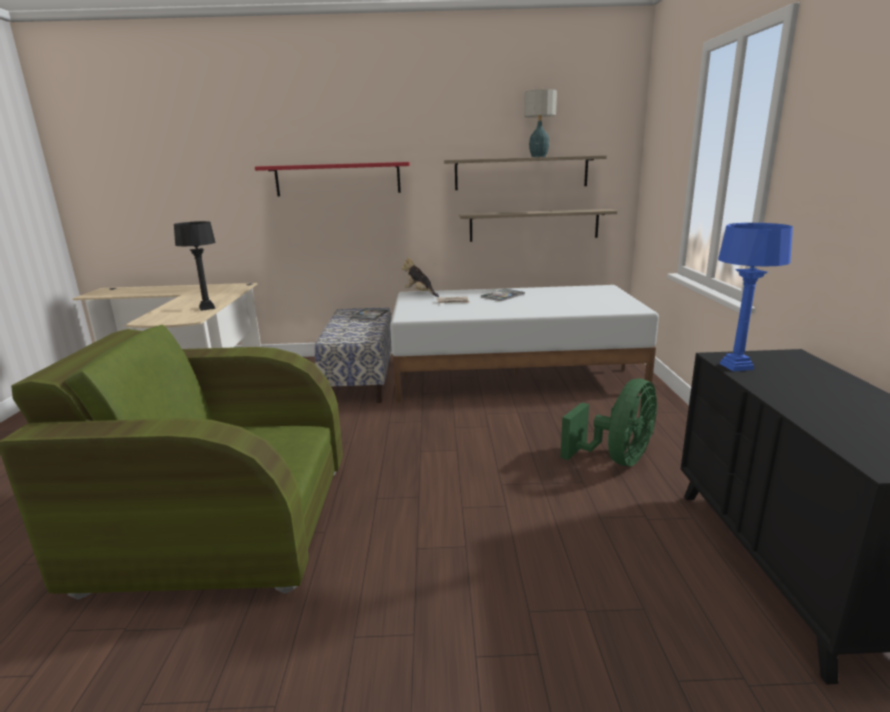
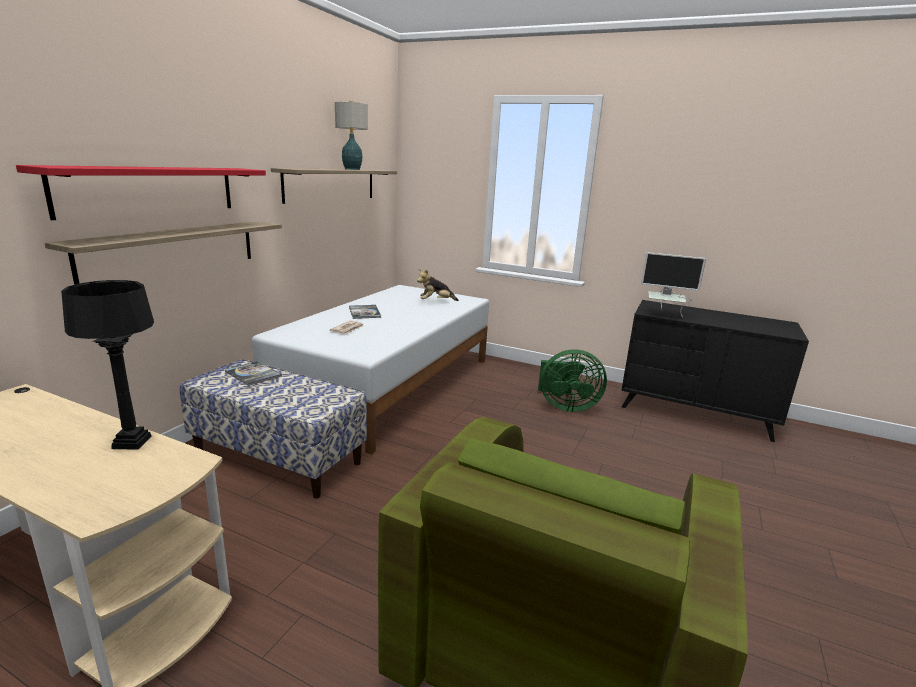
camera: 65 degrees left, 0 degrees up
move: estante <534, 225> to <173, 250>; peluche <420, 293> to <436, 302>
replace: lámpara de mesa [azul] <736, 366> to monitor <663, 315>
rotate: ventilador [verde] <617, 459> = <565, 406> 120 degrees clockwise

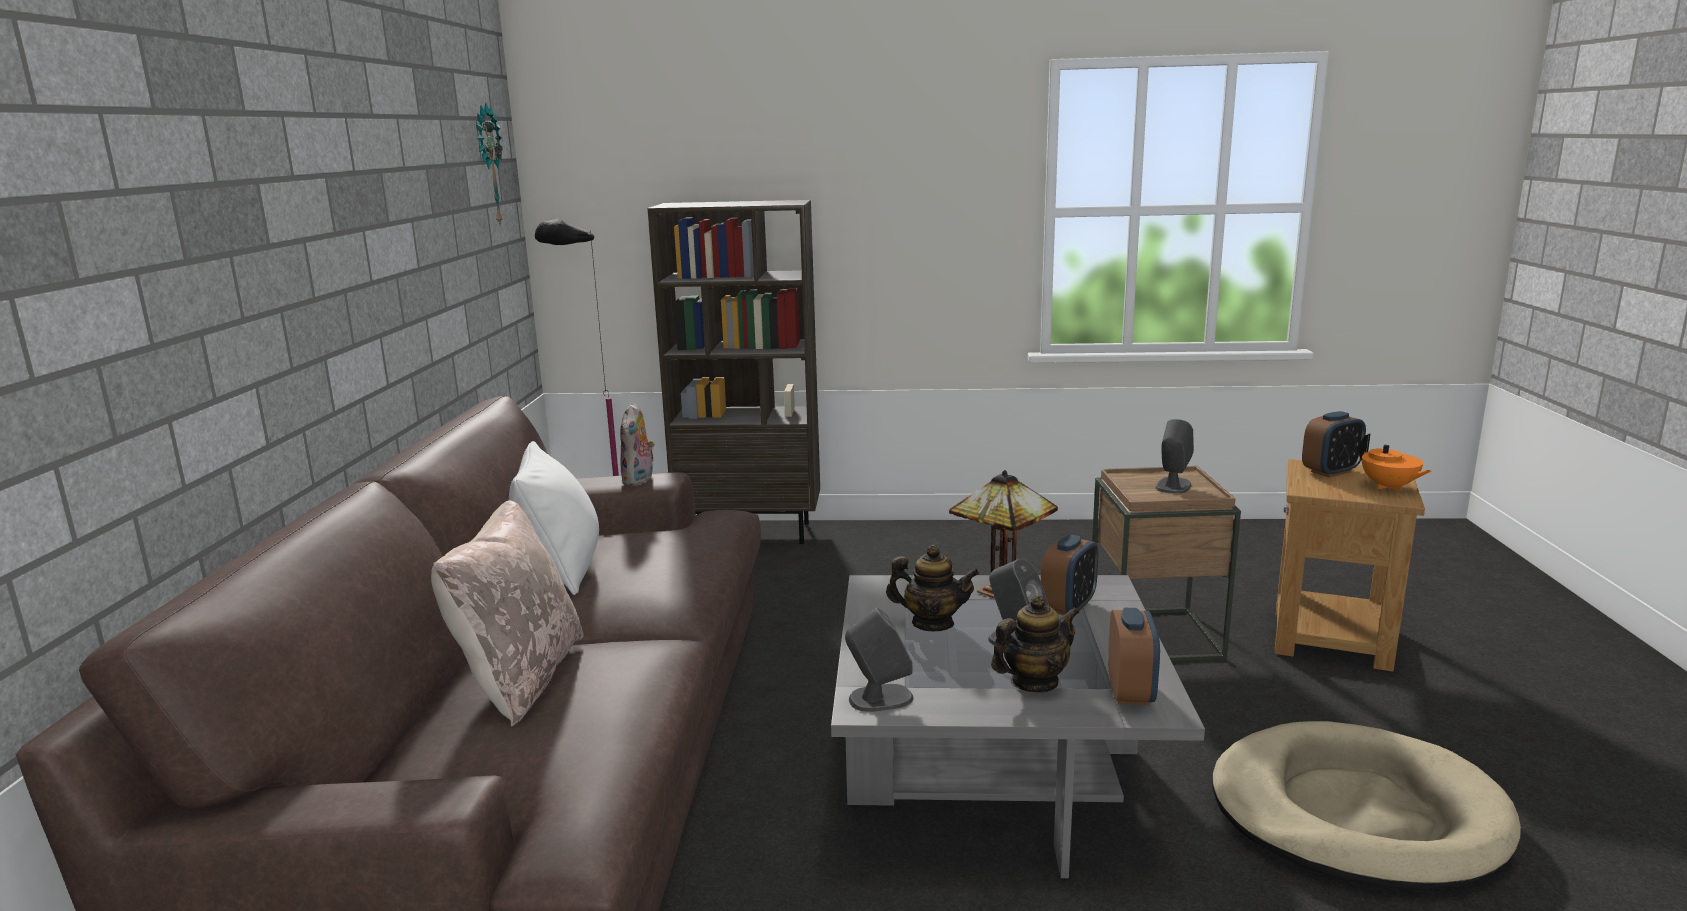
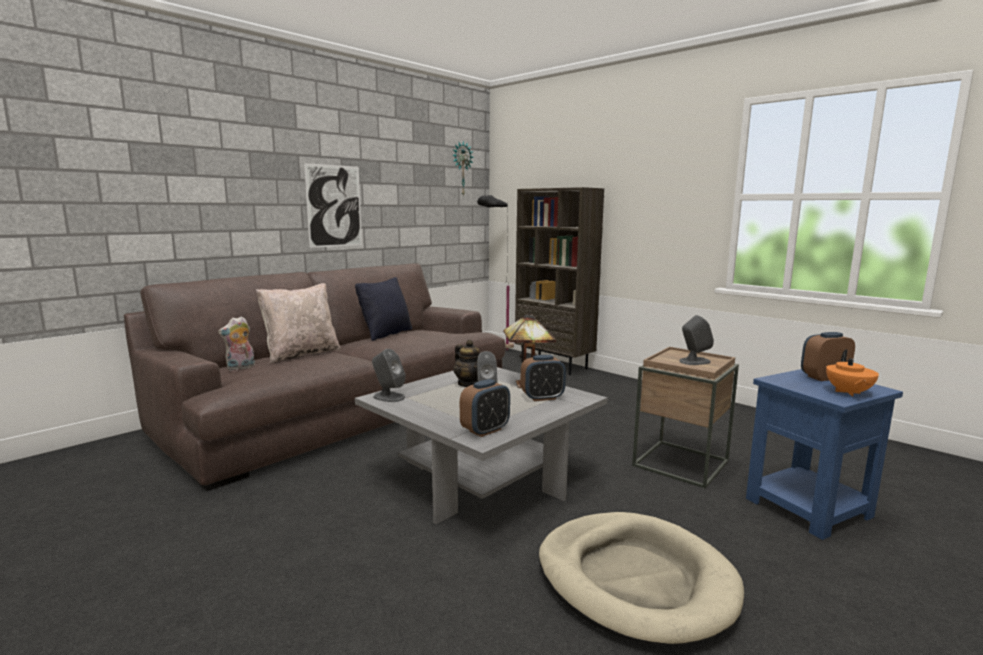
camera: 40 degrees right, 5 degrees down
delete: tetera <1034, 682>
insert: cuadro <334, 206>
move: peluche <639, 480> to <240, 368>
recolor: cojín [blanco] <562, 570> to cojín [negro] <386, 334>; mesa auxiliar [marrón] <1331, 639> to mesa auxiliar [azul] <807, 508>
rotate: despertador <1330, 472> = <824, 377> 150 degrees clockwise

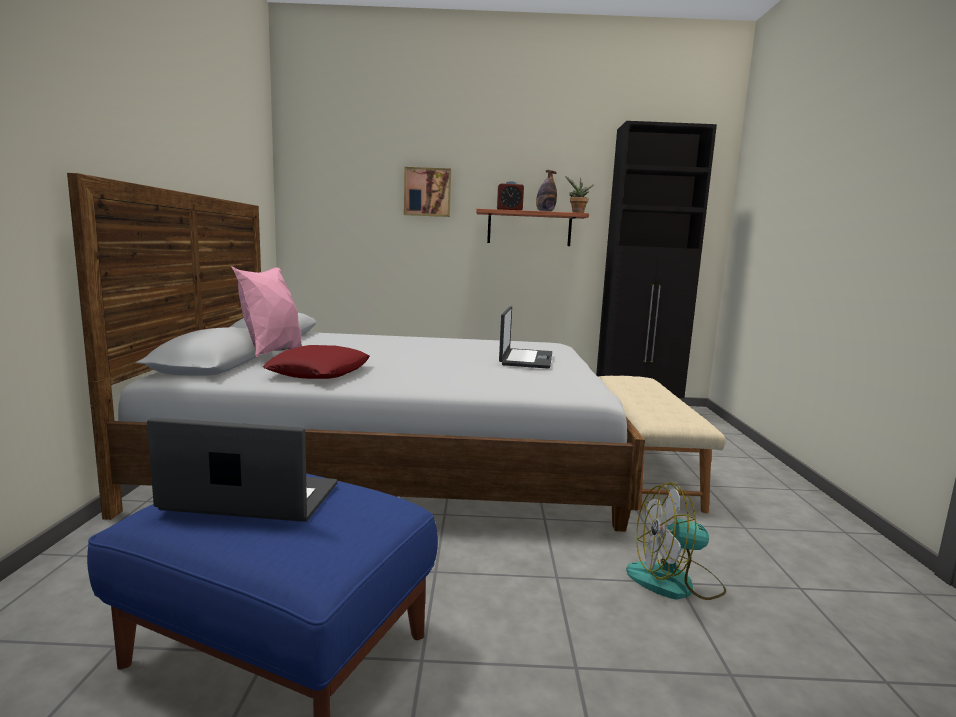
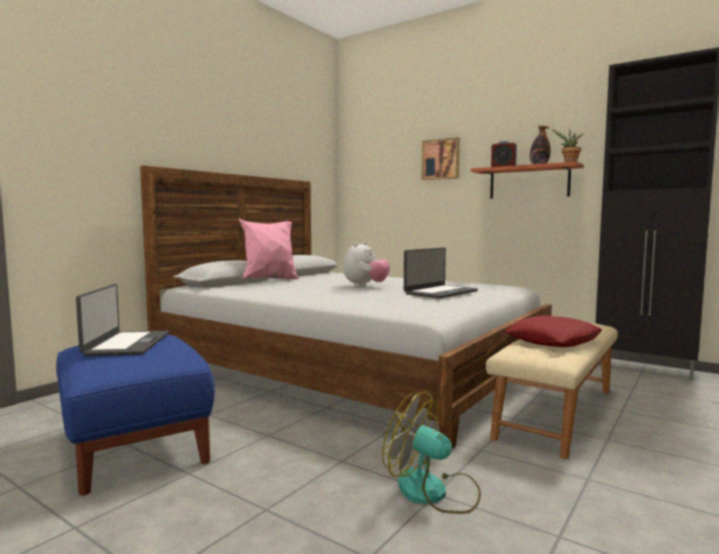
camera: 35 degrees right, 5 degrees down
insert: peluche <365, 286>
move: cojín [rojo] <319, 372> to <553, 340>
rotate: portátil <250, 499> = <126, 344> 45 degrees clockwise

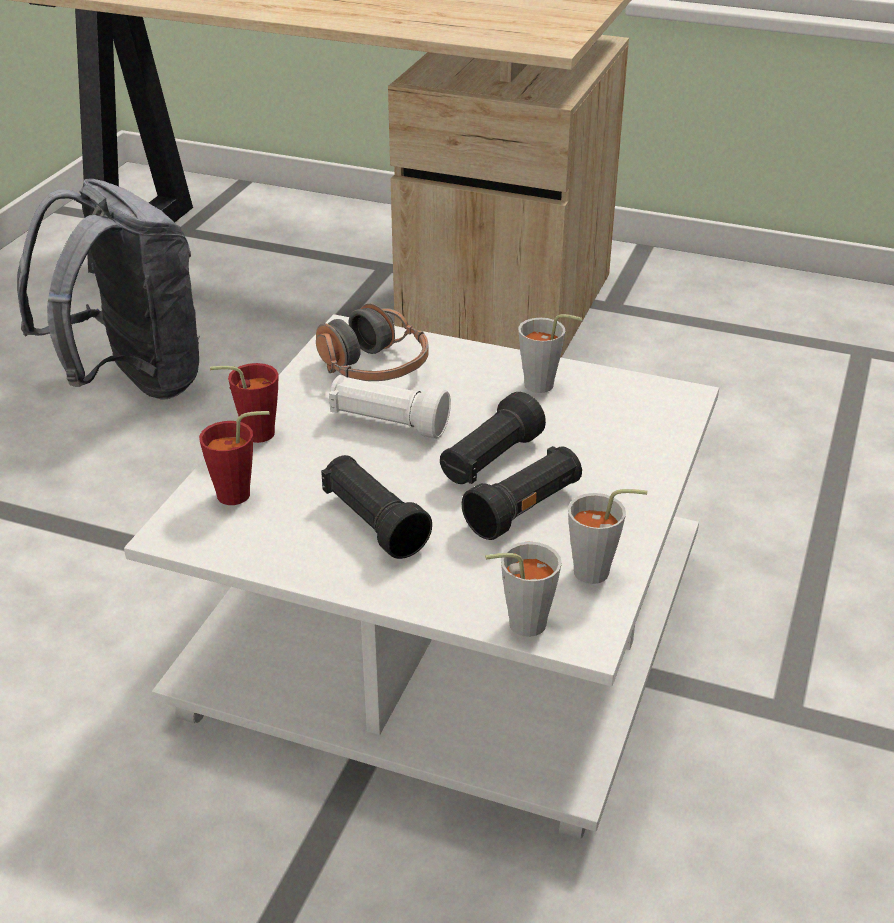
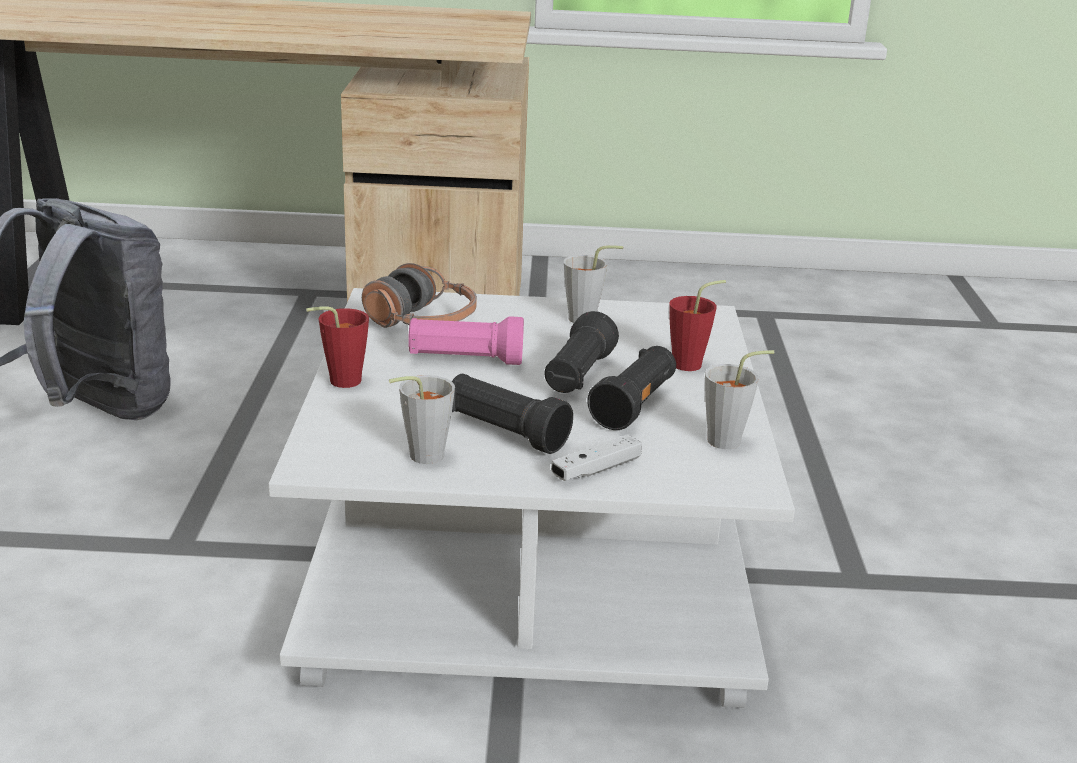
camera: 20 degrees left, 10 degrees down
insert: mando de consola [blanco] <596, 469>
move: taza [rojo] <241, 495> to <693, 364>; taza [gris] <518, 625> to <419, 457>
recolor: linterna [blanco] <388, 423> to linterna [rosa] <465, 360>

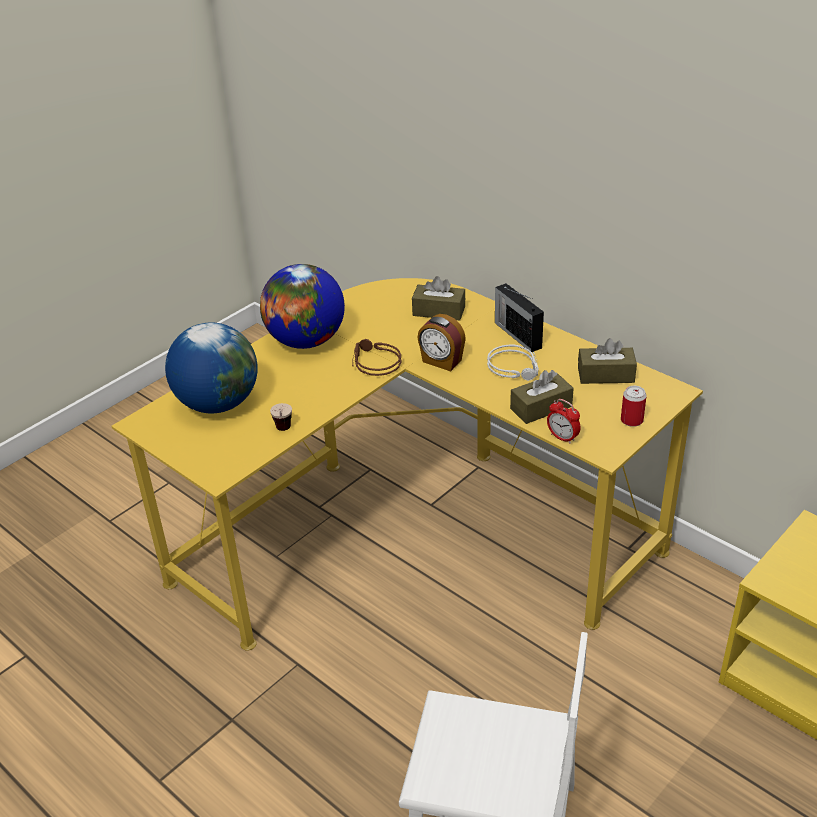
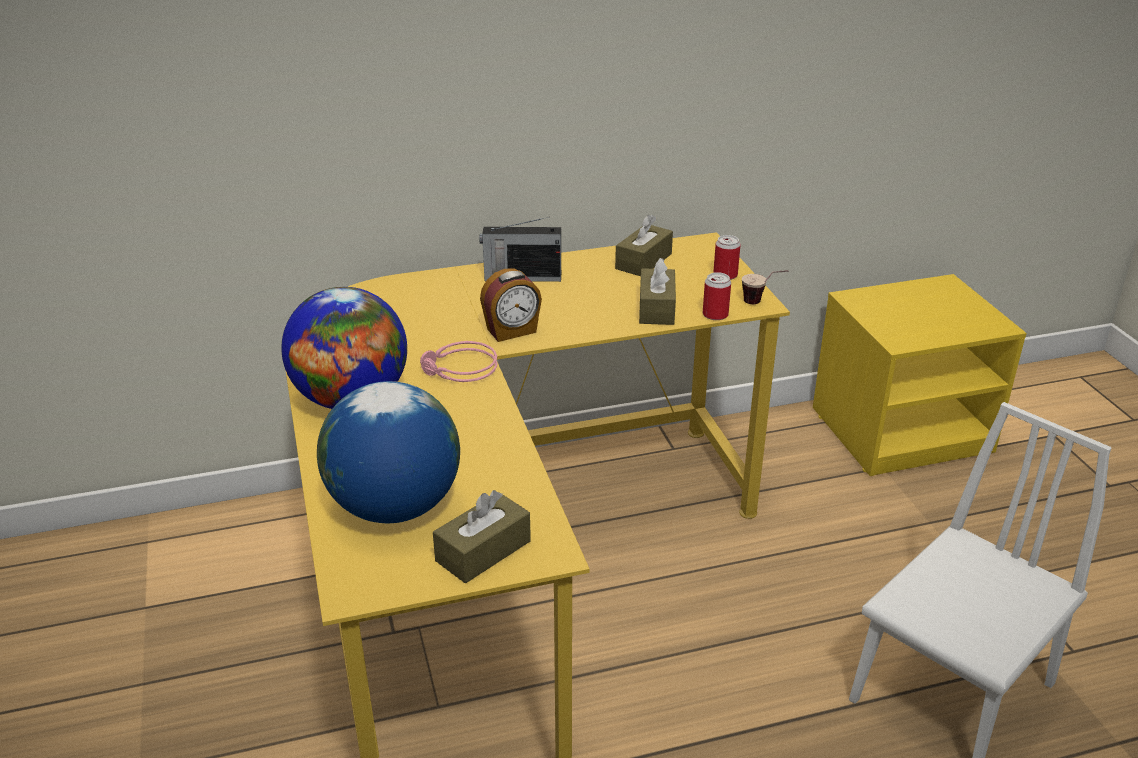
camera: 60 degrees left, 5 degrees down
delete: auriculares [gris] <515, 367>
move: caja de pañuelos [marrón] <439, 311> to <483, 551>; taza <283, 432> to <761, 303>
replace: despertador <562, 437> to lata <715, 315>
recolor: auriculares [marrón] <374, 363> to auriculares [rosa] <459, 370>

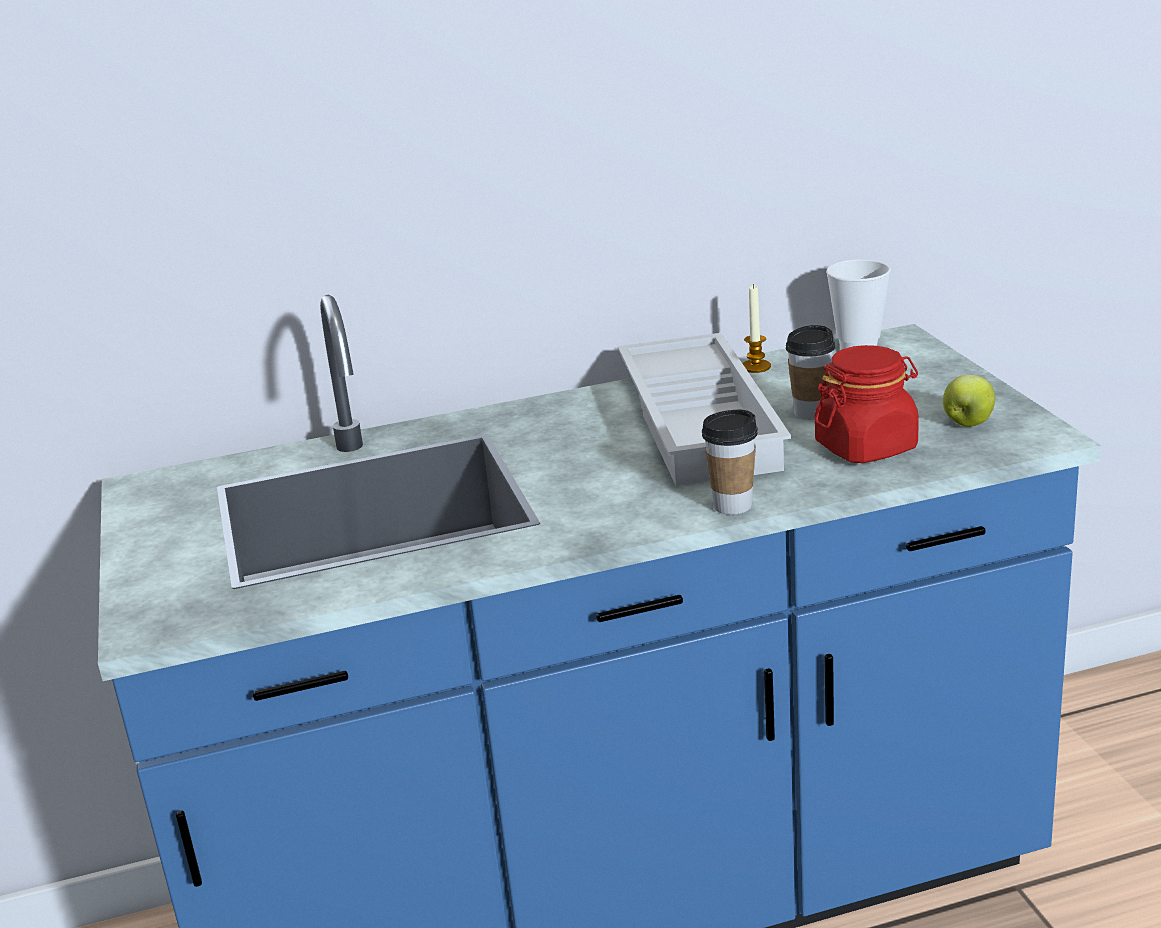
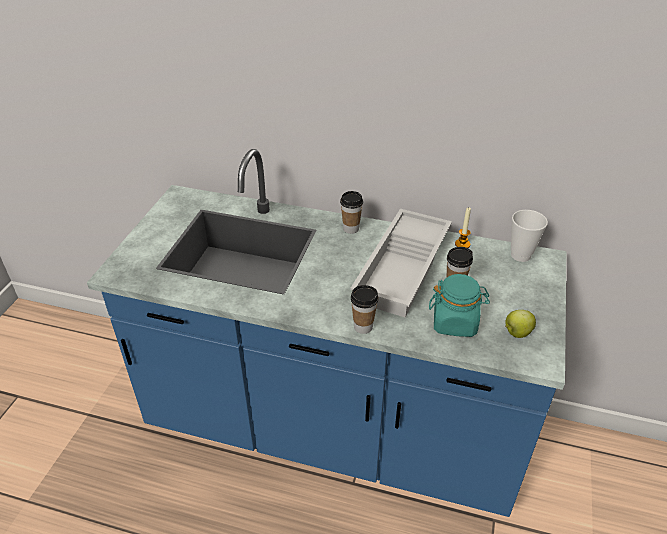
camera: 30 degrees right, 15 degrees up
insert: taza <351, 229>
recolor: tarro [rojo] <866, 447> to tarro [turquesa] <455, 322>

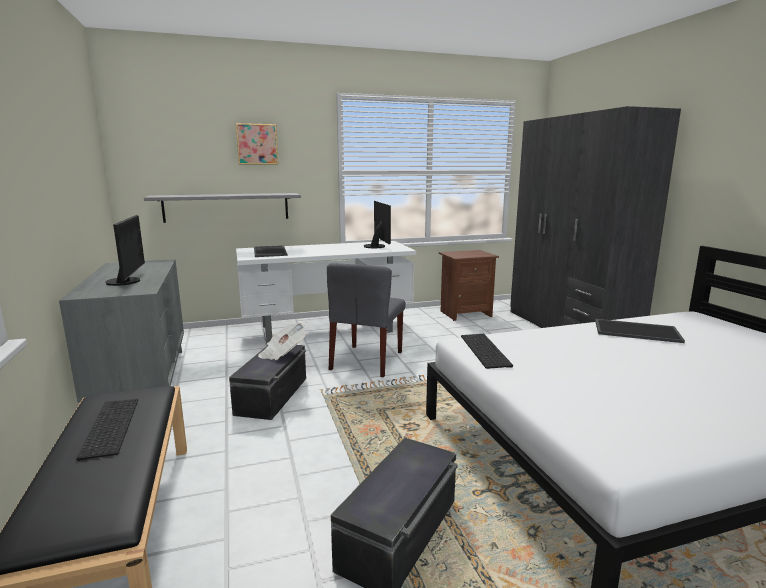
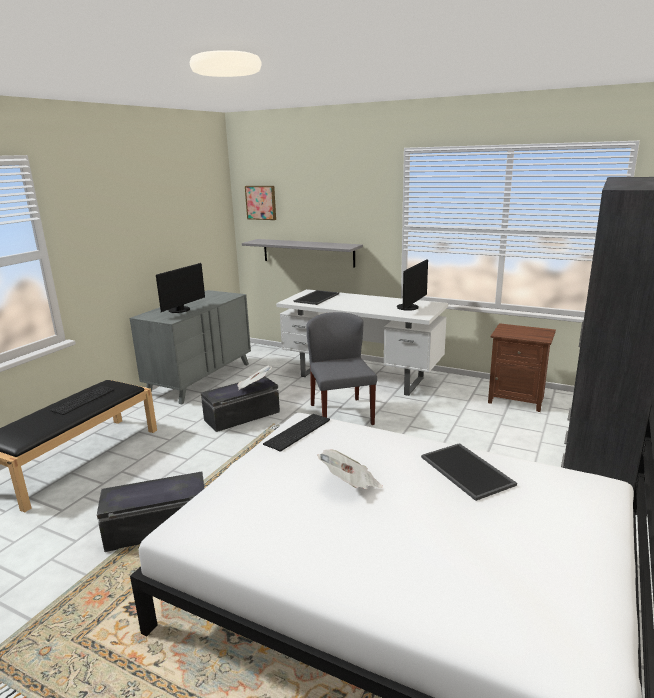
camera: 45 degrees right, 5 degrees up
insert: periódico <350, 484>
move: cuadro <257, 144> to <261, 202>
rotate: silla [gris] <367, 361> = <341, 414> 105 degrees clockwise

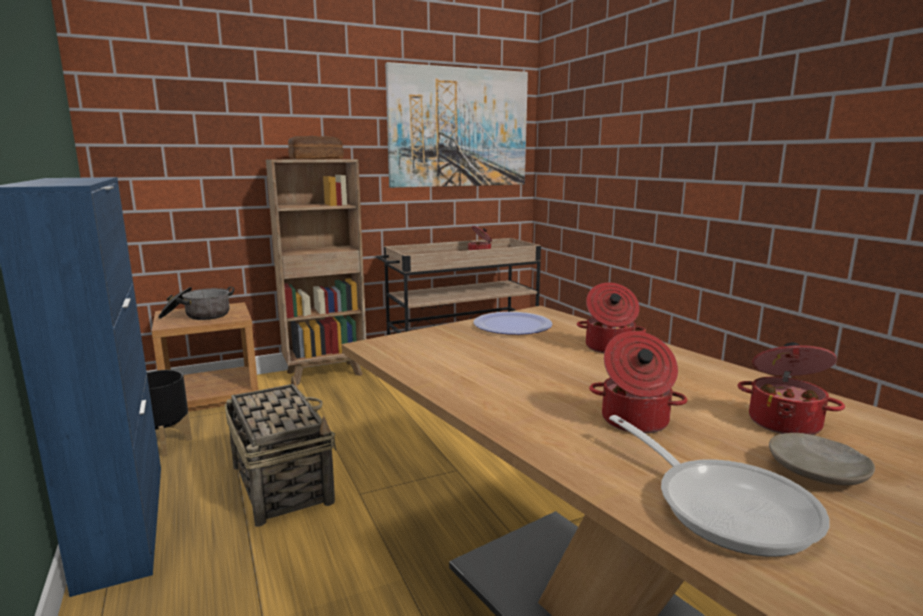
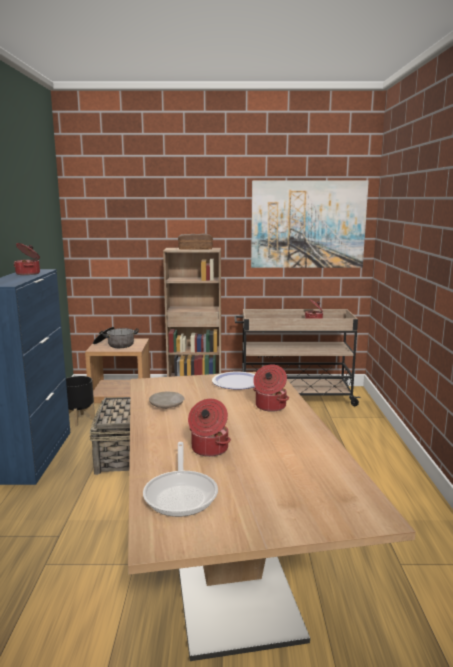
camera: 25 degrees right, 0 degrees up
move: olla <784, 422> to <29, 273>; plato [beis] <818, 472> to <167, 405>

